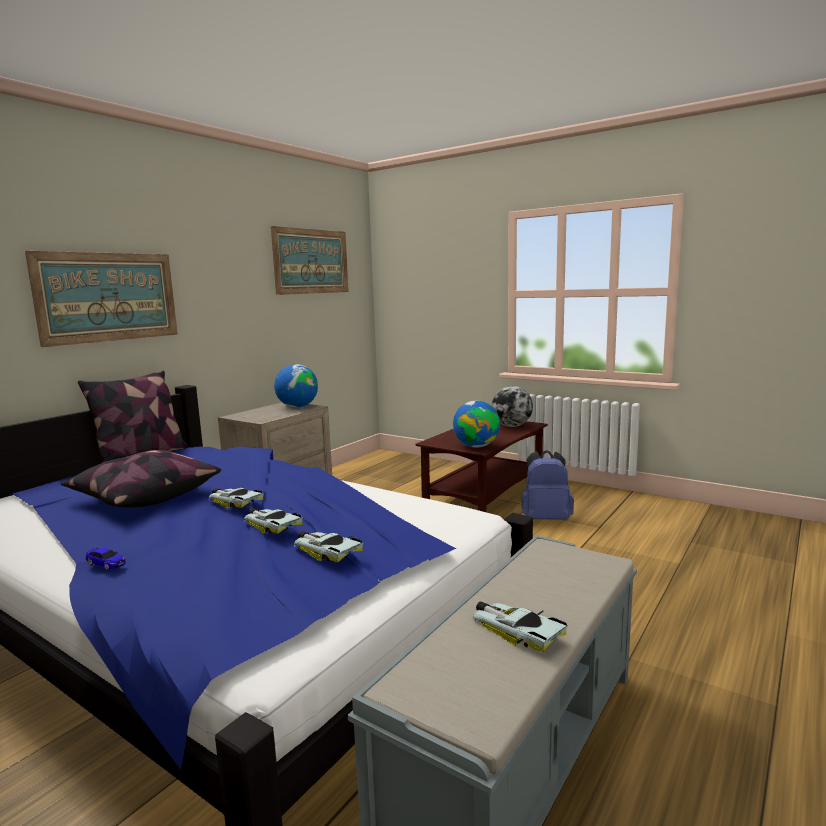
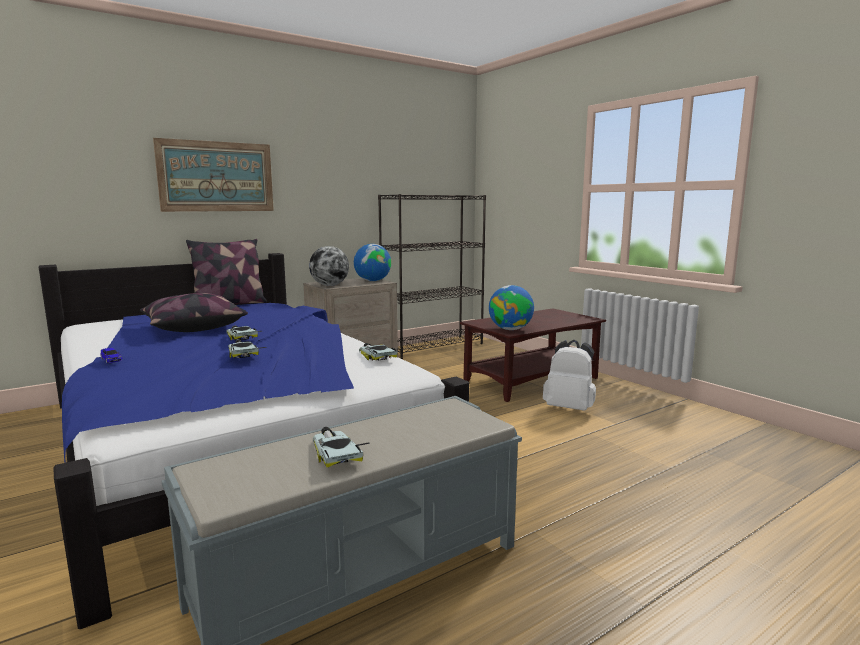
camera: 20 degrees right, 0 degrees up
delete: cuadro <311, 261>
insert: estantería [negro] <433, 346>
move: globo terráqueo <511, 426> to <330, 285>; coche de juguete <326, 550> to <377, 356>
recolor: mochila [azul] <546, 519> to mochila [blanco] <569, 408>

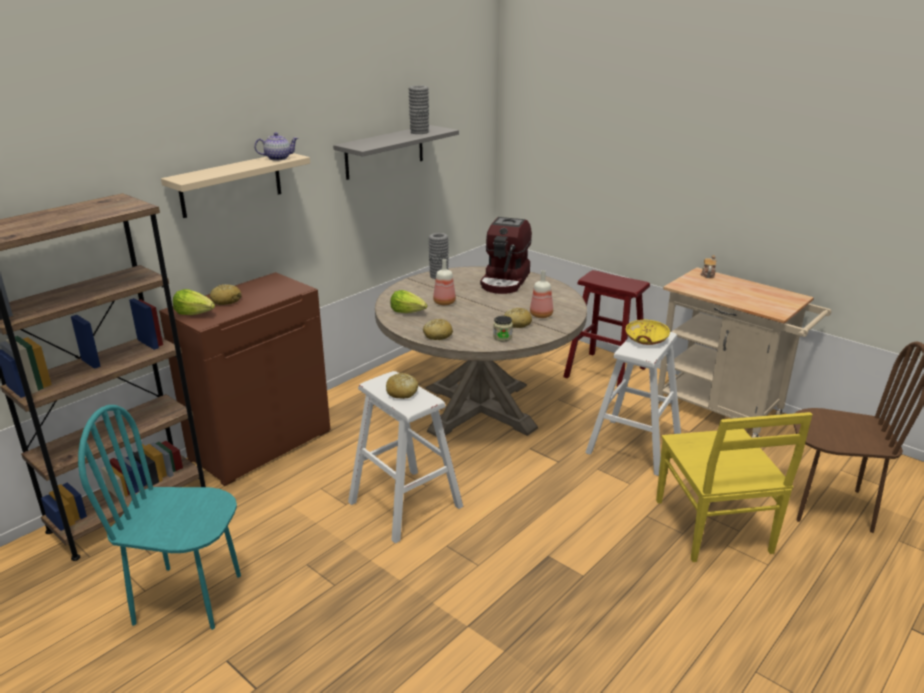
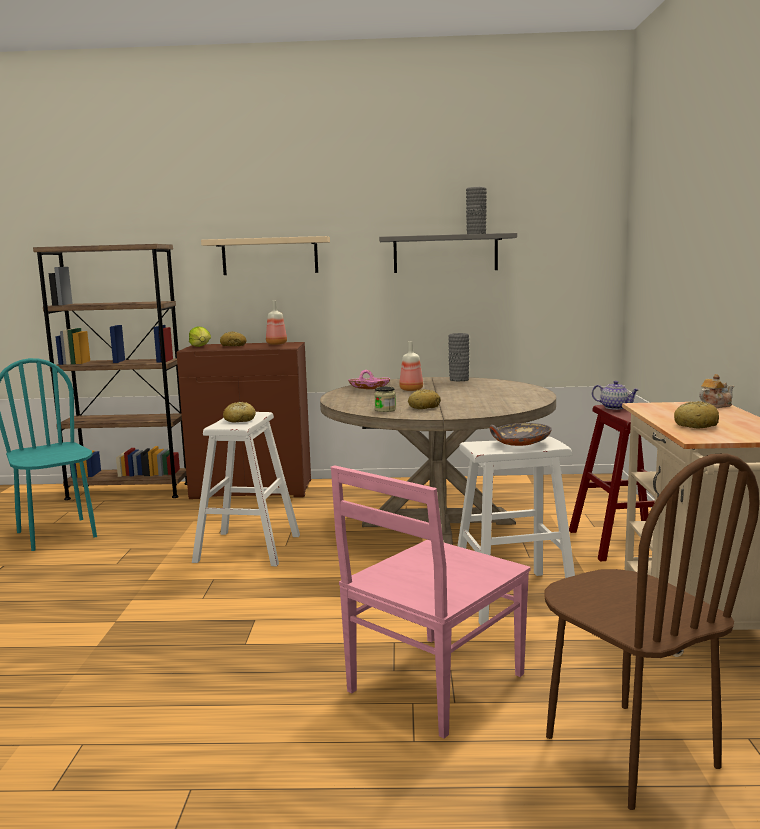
camera: 50 degrees right, 15 degrees down
delete: cafetera <505, 281>
move: tetera <278, 158> to <615, 407>; botella <542, 315> to <277, 344>; pan <437, 335> to <695, 425>
replace: lechuga <408, 312> to cuenco [rosa] <369, 388>
recolor: cuenco [amarillo] <646, 339> to cuenco [gris] <520, 443>; silla [amarillo] <713, 528> to silla [rosa] <433, 684>

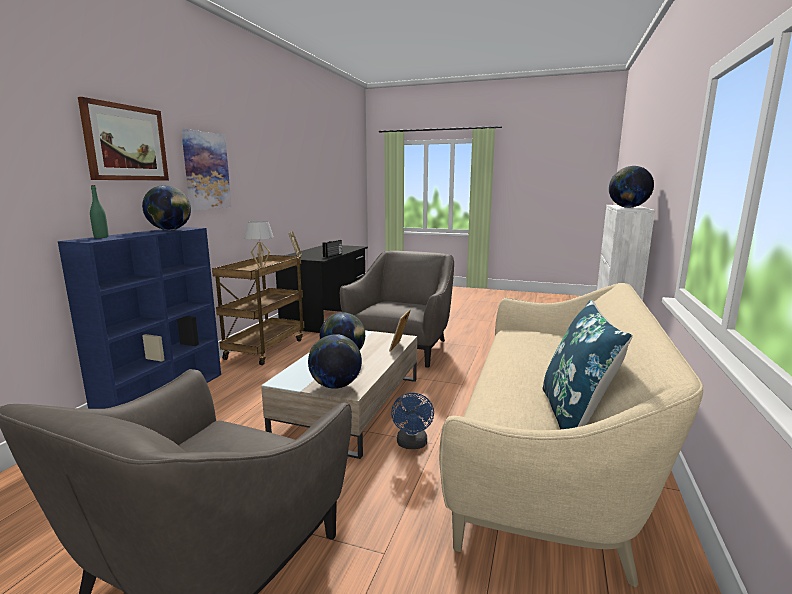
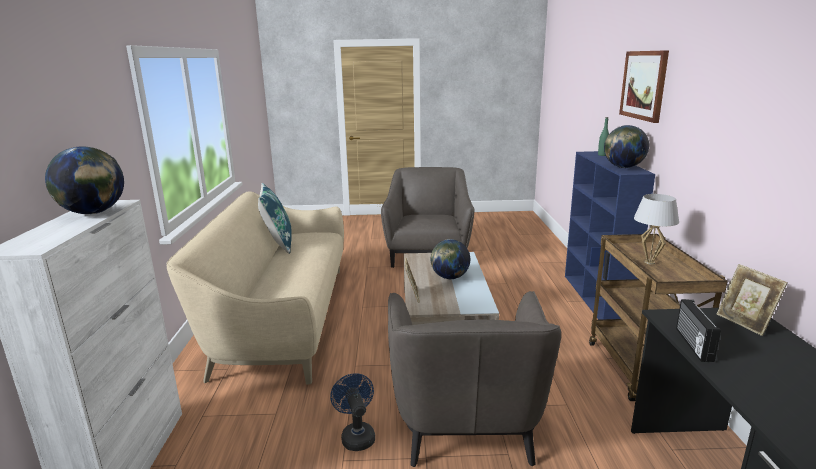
camera: 160 degrees right, 5 degrees up
delete: cuadro <206, 171>; globo terráqueo <335, 386>
move: ventilador [azul] <412, 444> to <356, 435>

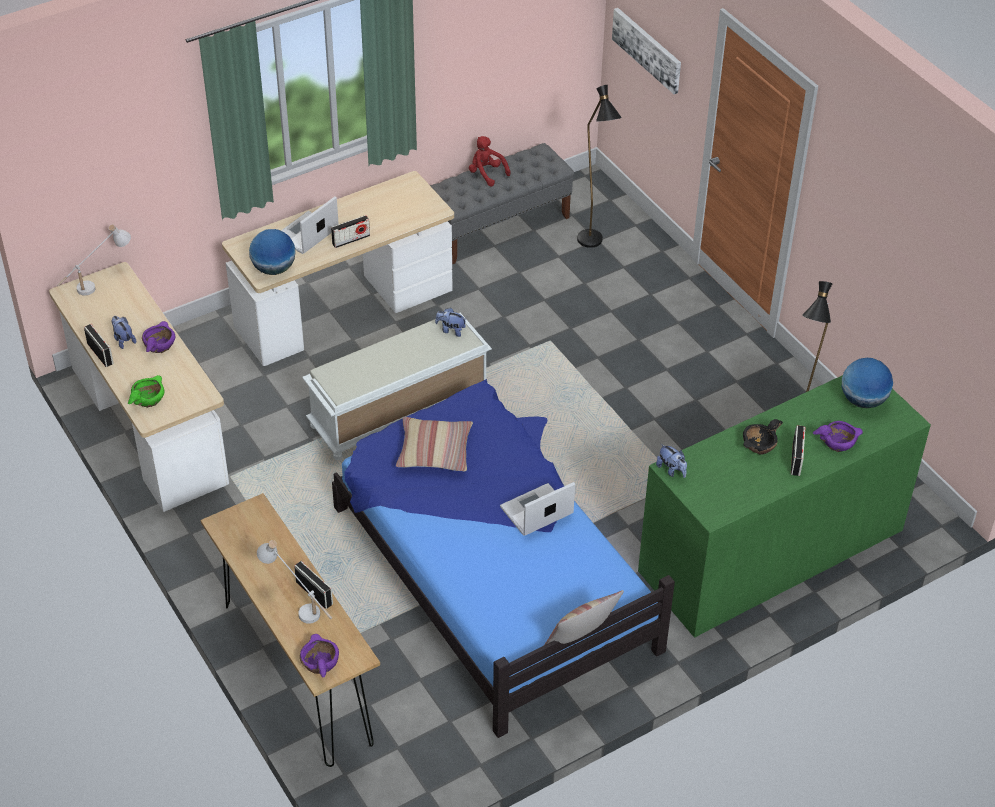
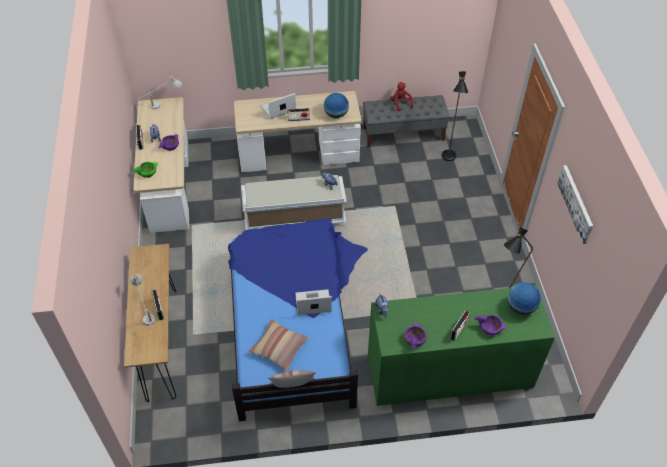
camera: 25 degrees right, 5 degrees up
delete: cuenco [negro] <759, 445>
move: cuadro <647, 49> to <576, 203>; globo terráqueo <274, 269> to <336, 115>; cojín <434, 451> to <279, 347>; cuenco [morado] <320, 663> to <414, 339>

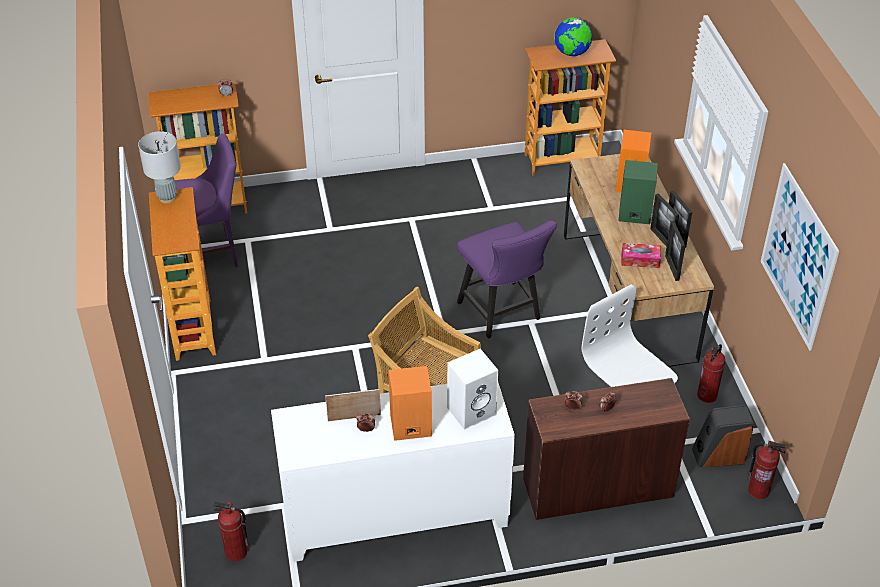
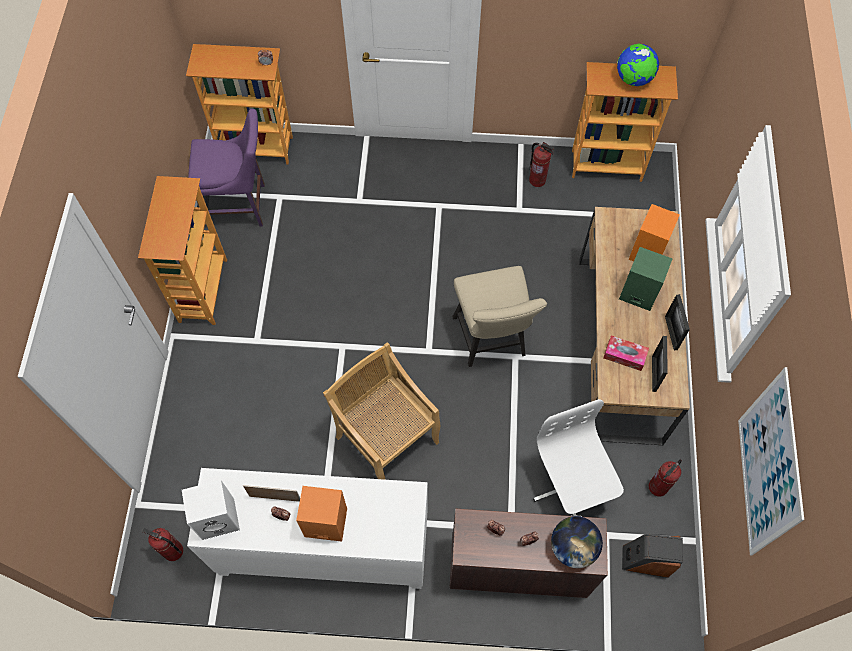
camera: 15 degrees right, 20 degrees up
delete: lámpara de mesa [gris] <167, 198>; portarretratos <661, 239>
insert: globo terráqueo <573, 547>
move: altavoz [blanco] <472, 410> to <219, 517>; extintor <758, 490> to <537, 180>
recolor: silla [morado] <502, 314> to silla [beis] <491, 341>

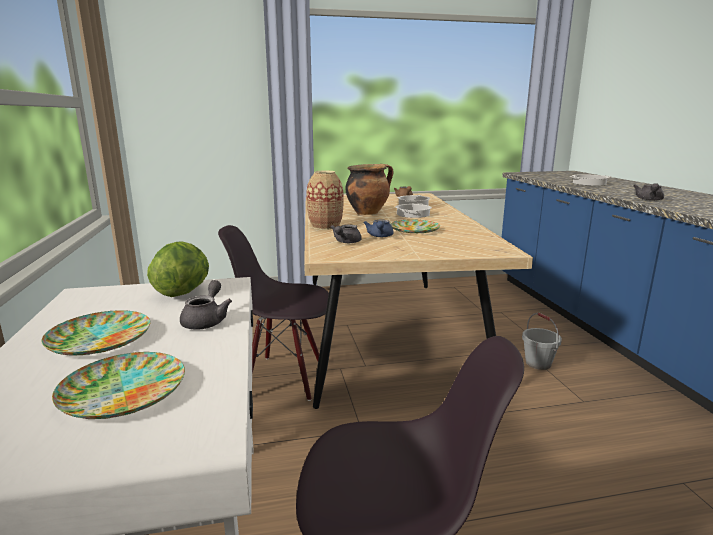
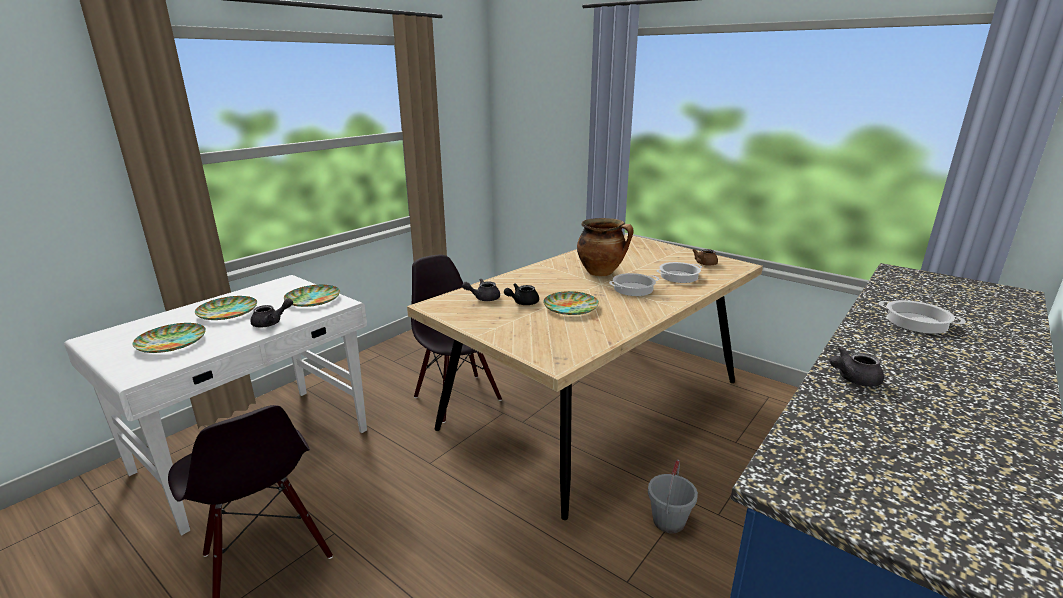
camera: 50 degrees right, 5 degrees up
delete: florero <325, 226>
replace: lechuga <183, 292> to plato <312, 299>
recolor: tetera [azul] <380, 236> to tetera [negro] <522, 302>

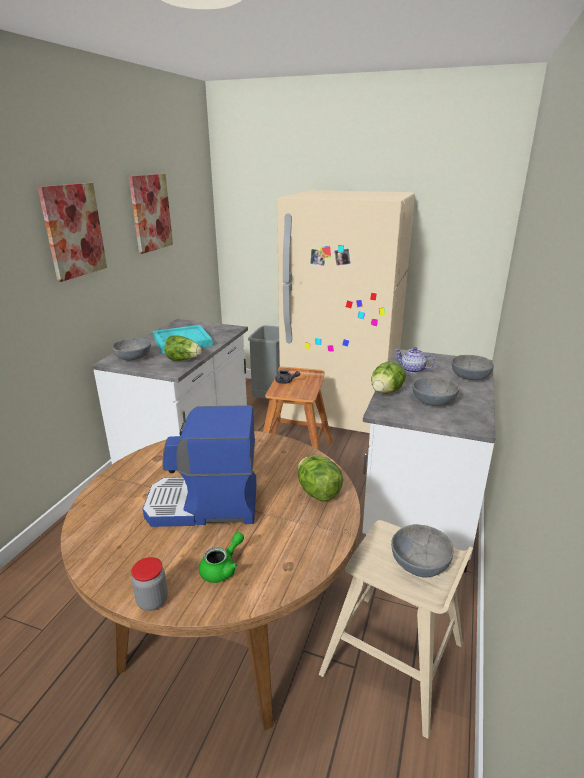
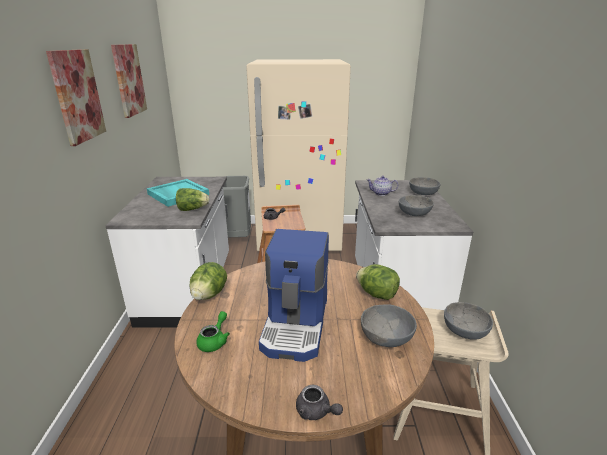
camera: 20 degrees left, 0 degrees up
move: cuenco [gris] <133, 358> to <386, 337>; lechuga <386, 392> to <209, 295>; tetera [verde] <222, 568> to <214, 341>
replace: tarro <152, 601> to tetera [gris] <316, 412>
rotate: cafetera <204, 506> = <297, 324> 60 degrees counterclockwise

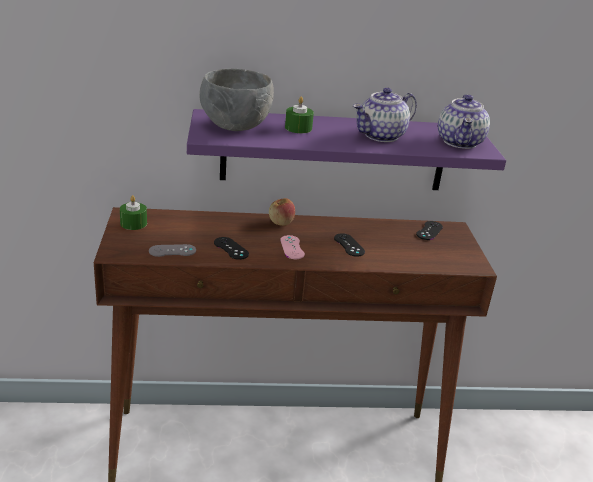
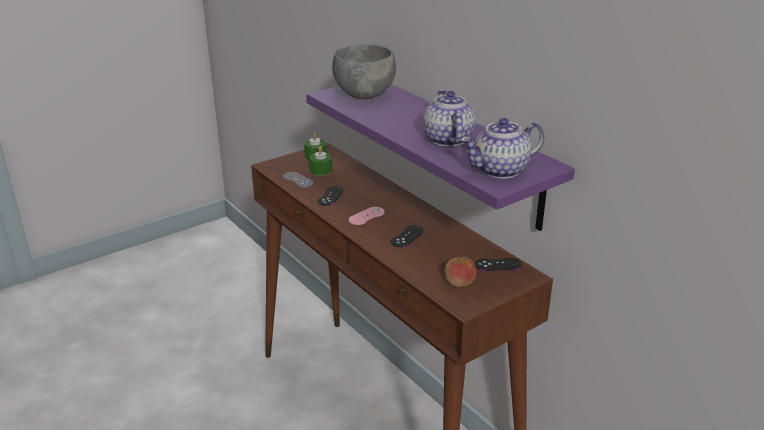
camera: 60 degrees right, 0 degrees up
move: vela [verde] <298, 128> to <321, 170>; manzana <281, 222> to <459, 283>
rotate: tetera <381, 136> = <447, 139> 60 degrees clockwise

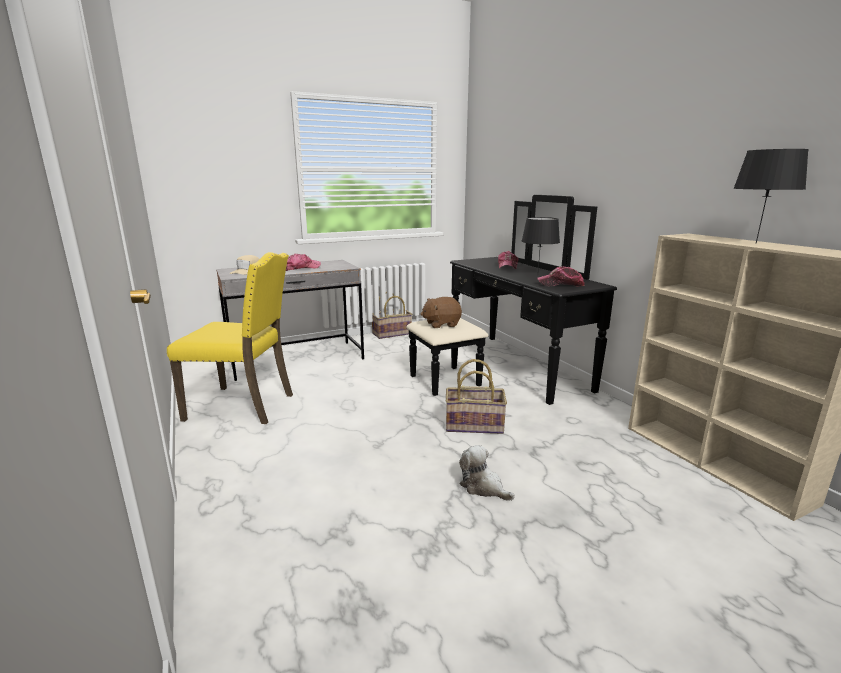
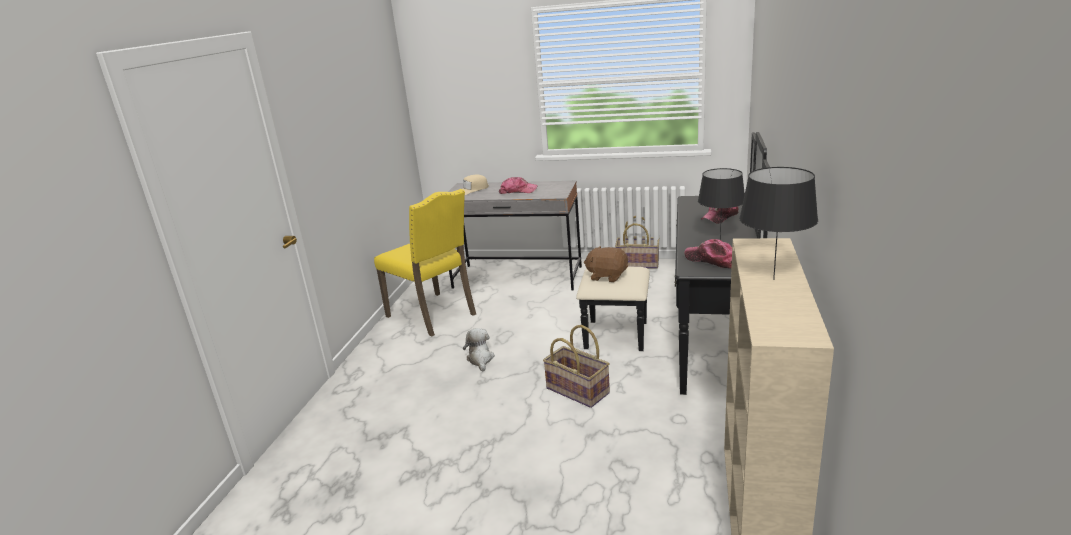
camera: 40 degrees right, 5 degrees up
move: peluche <483, 487> to <480, 359>

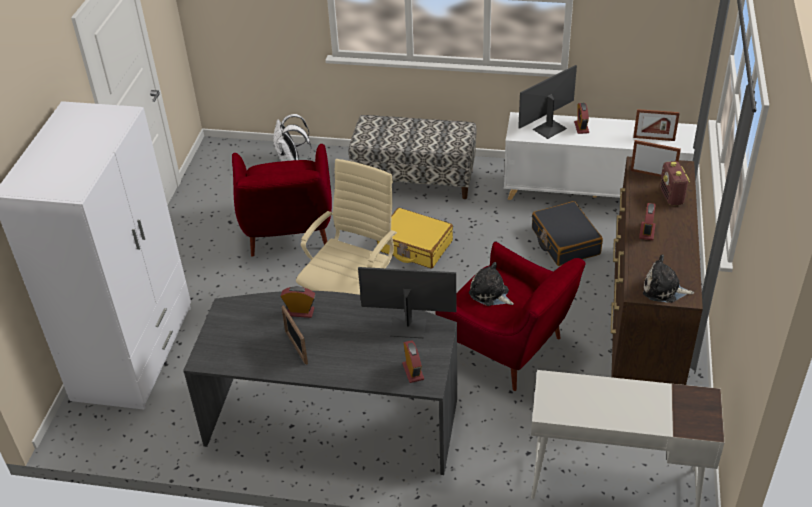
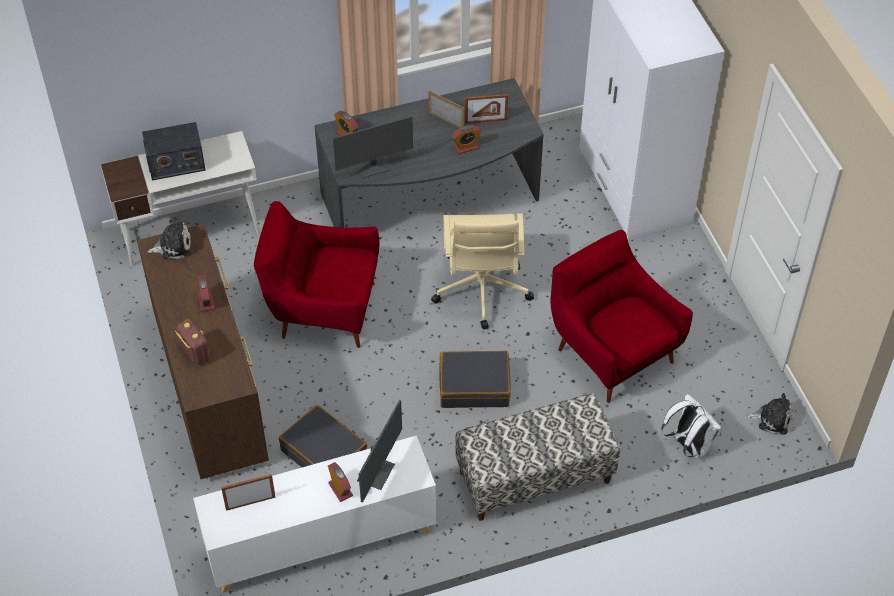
camera: 150 degrees right, 10 degrees up
insert: radio <175, 163>
move: portarretratos <652, 174> to <485, 121>; peluche <490, 294> to <772, 419>
recolor: maleta [amarillo] <414, 246> to maleta [negro] <474, 386>

